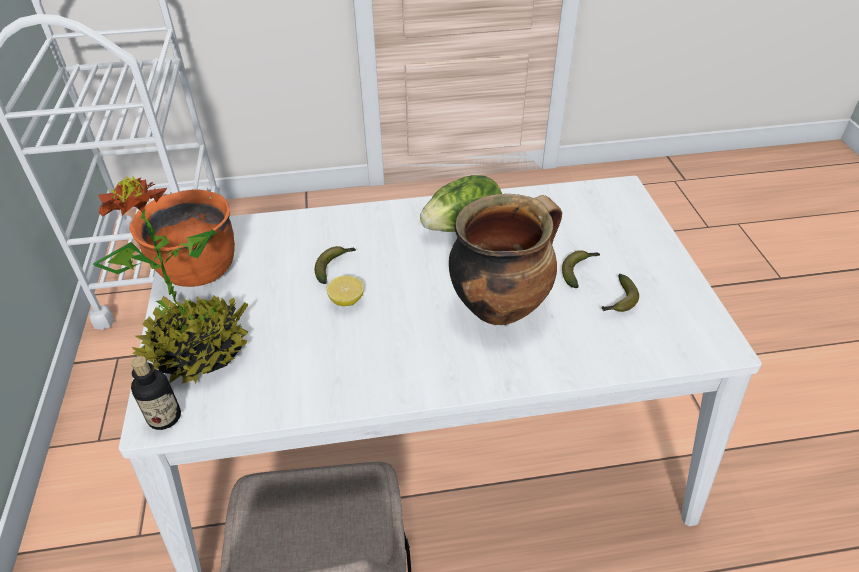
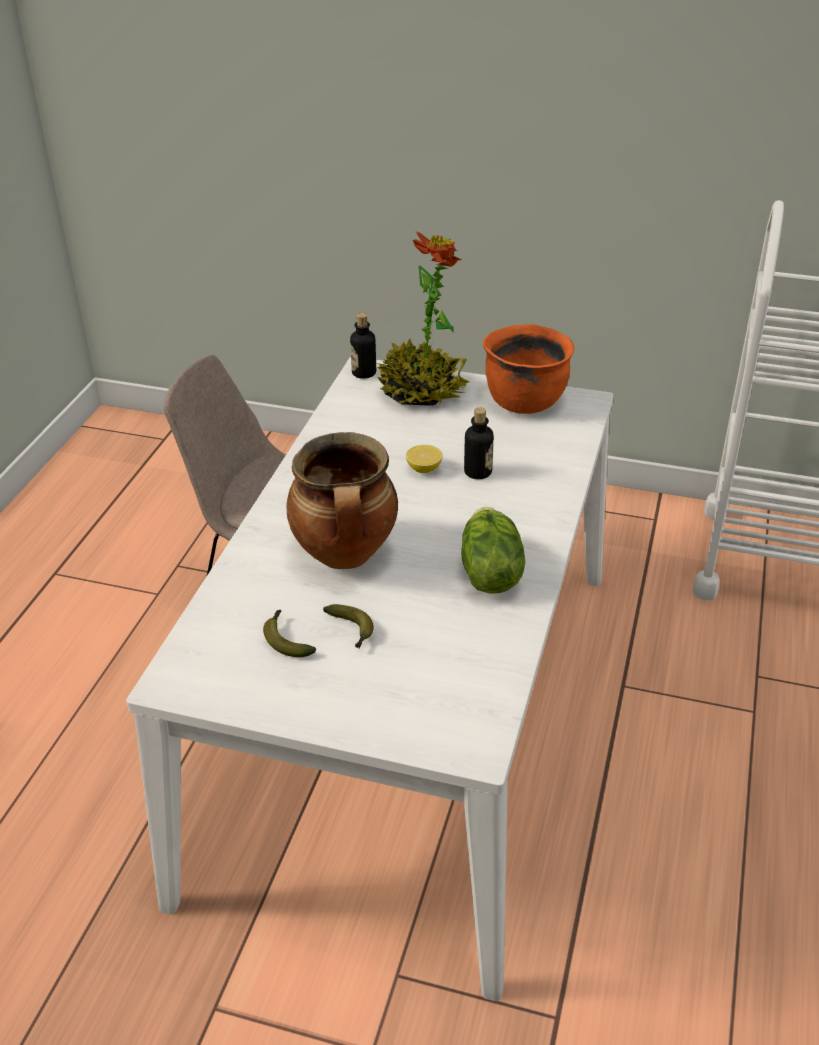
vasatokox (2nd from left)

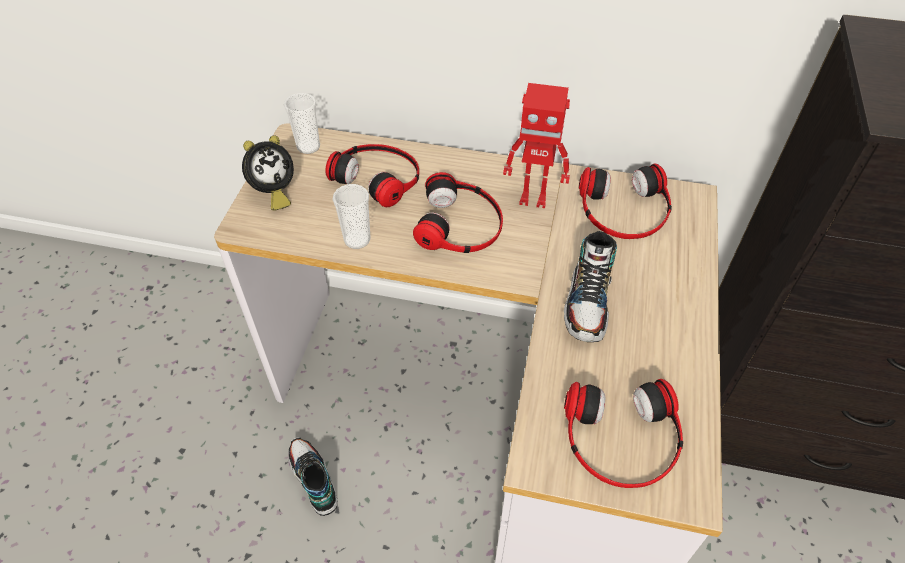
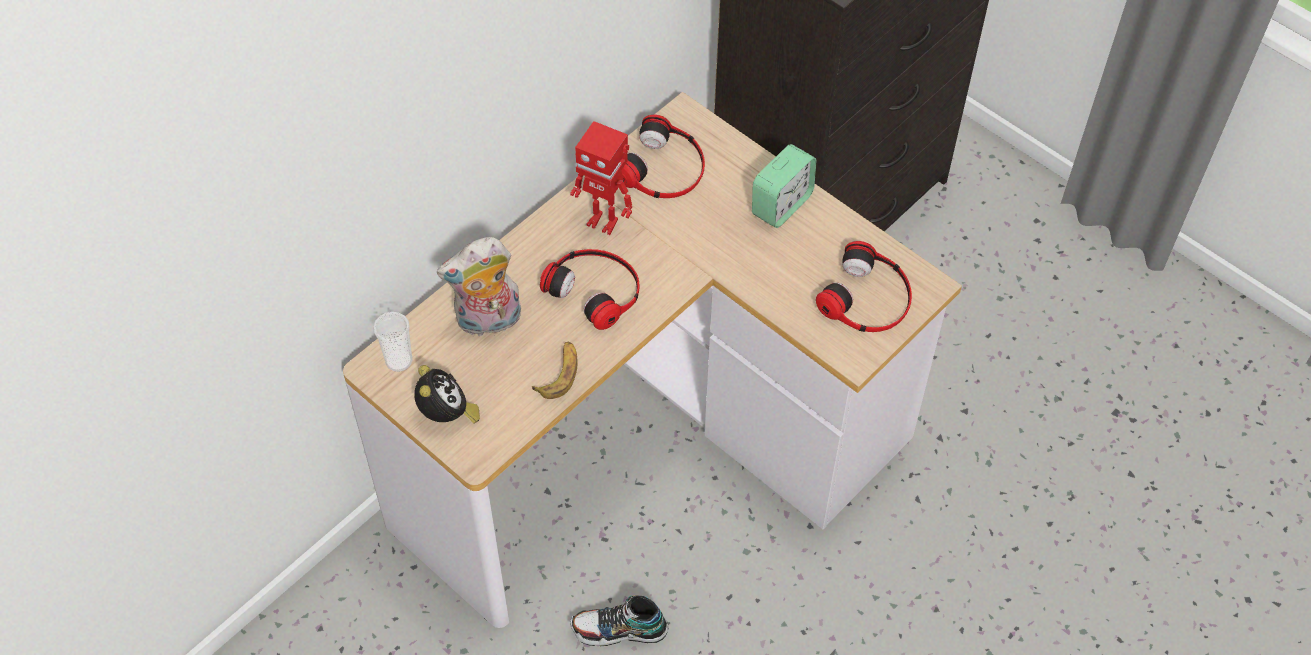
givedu
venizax
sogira
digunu (2nd from left in the first image)
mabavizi (2nd from left)

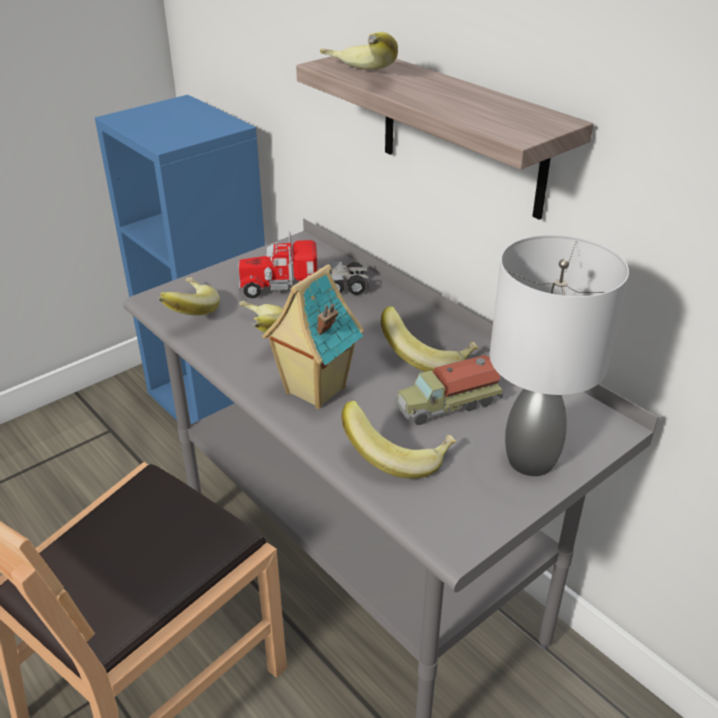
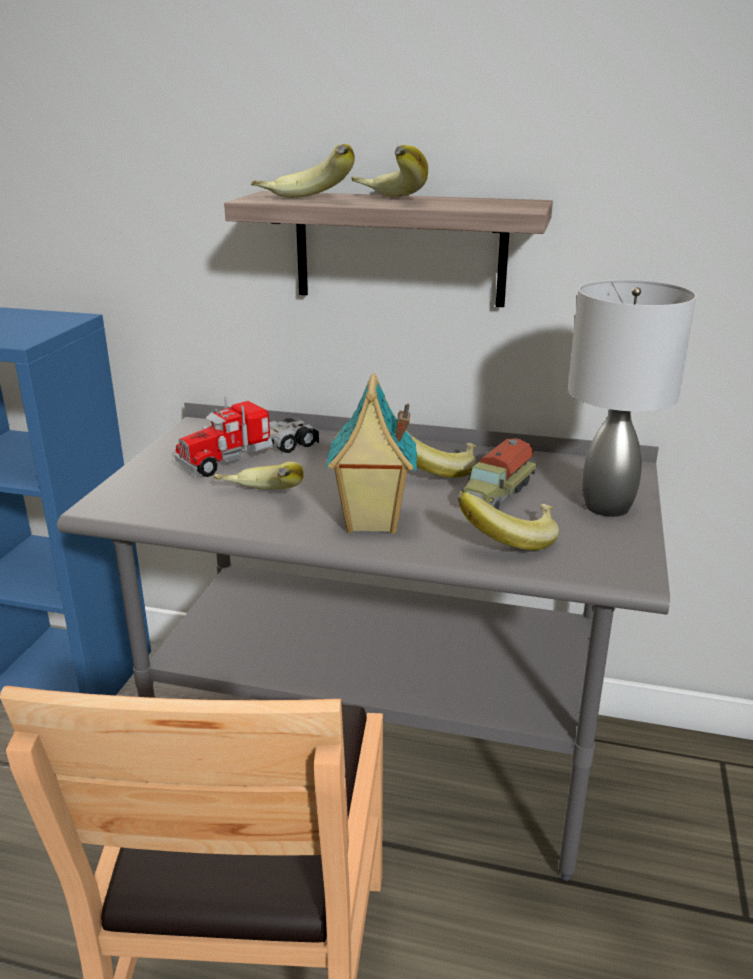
sogira (3rd from left)

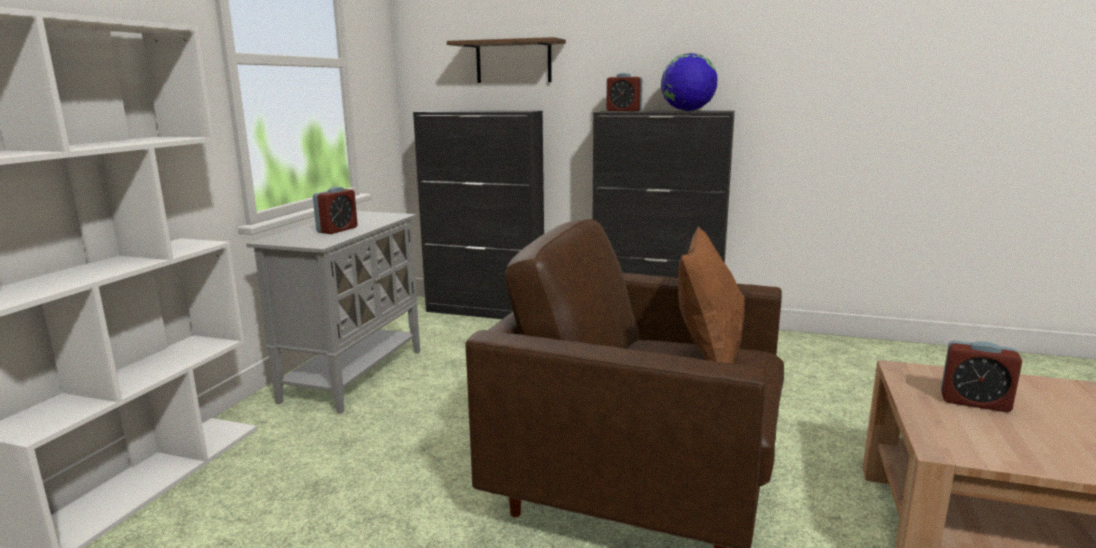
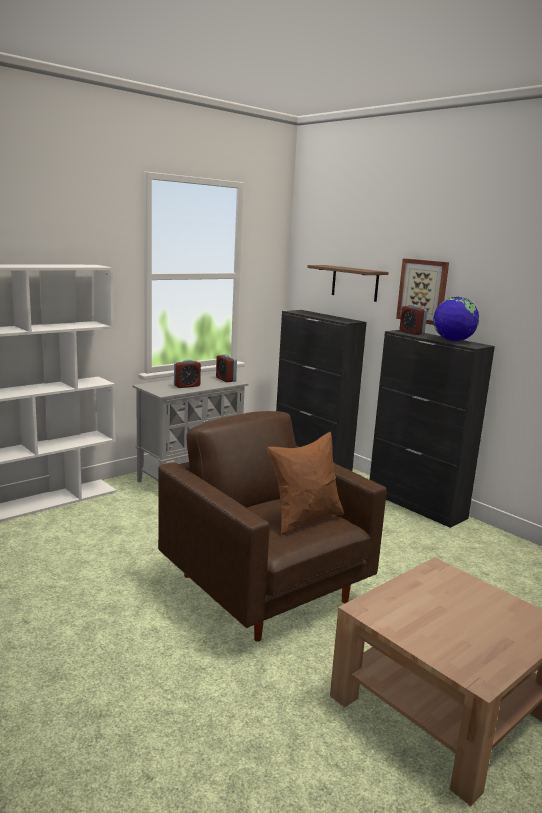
mabavizi (2nd from left)
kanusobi

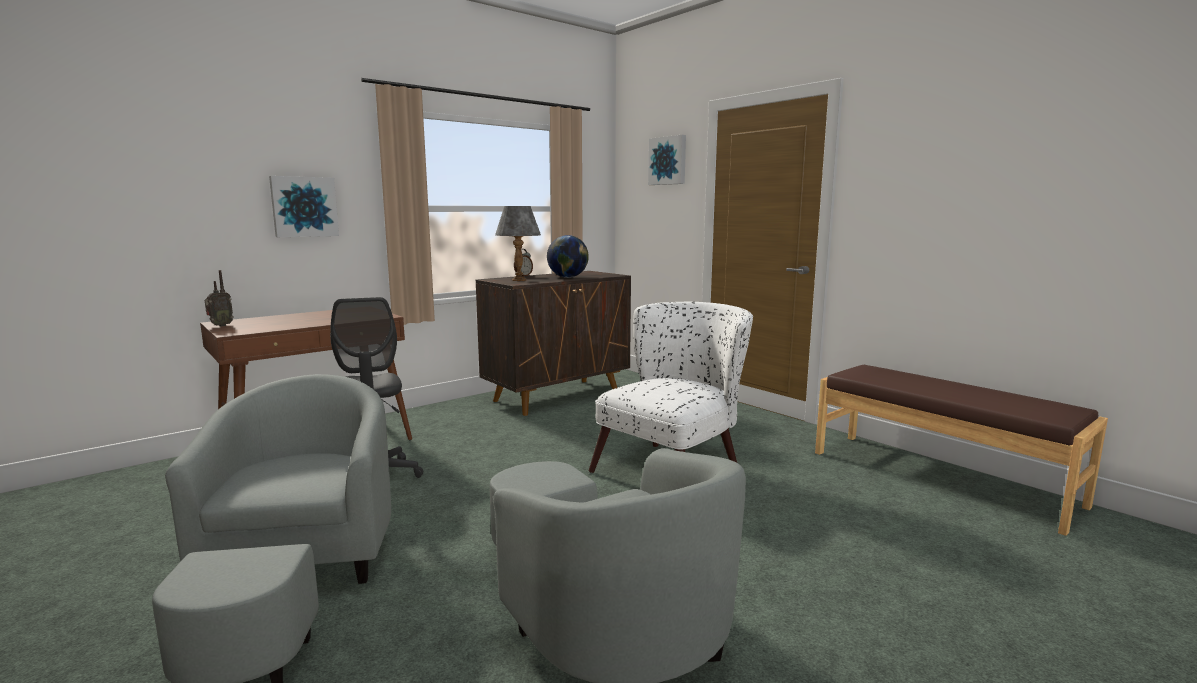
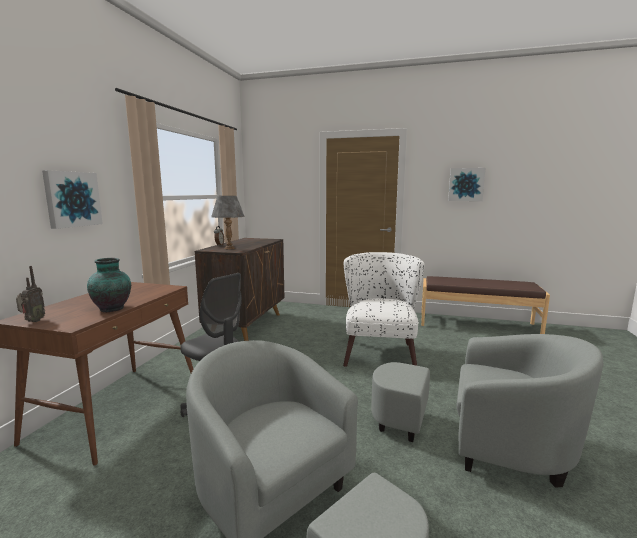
kanusobi (2nd from left)
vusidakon
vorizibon

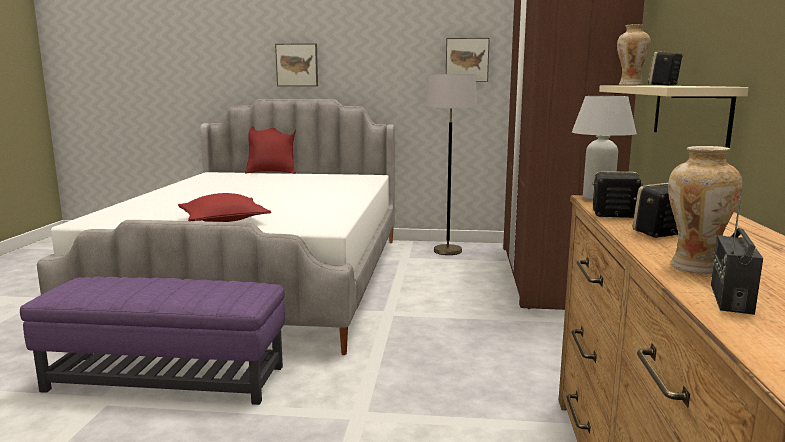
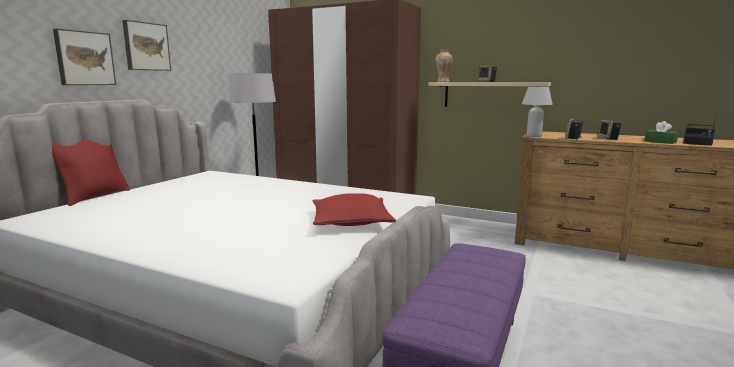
kanusobi (2nd from left)
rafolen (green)

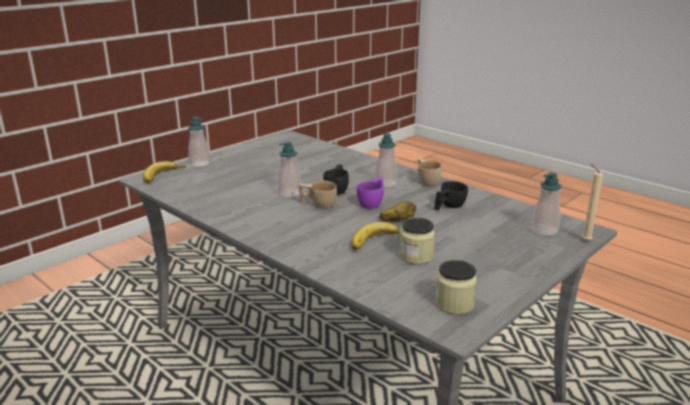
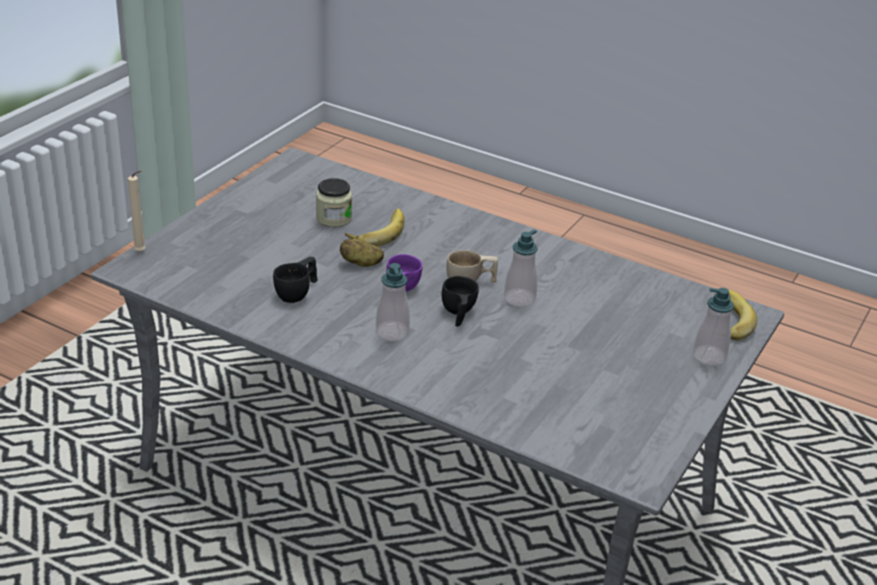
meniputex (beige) (2nd from left in the first image)
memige (4th from left in the first image)
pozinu (2nd from left in the first image)

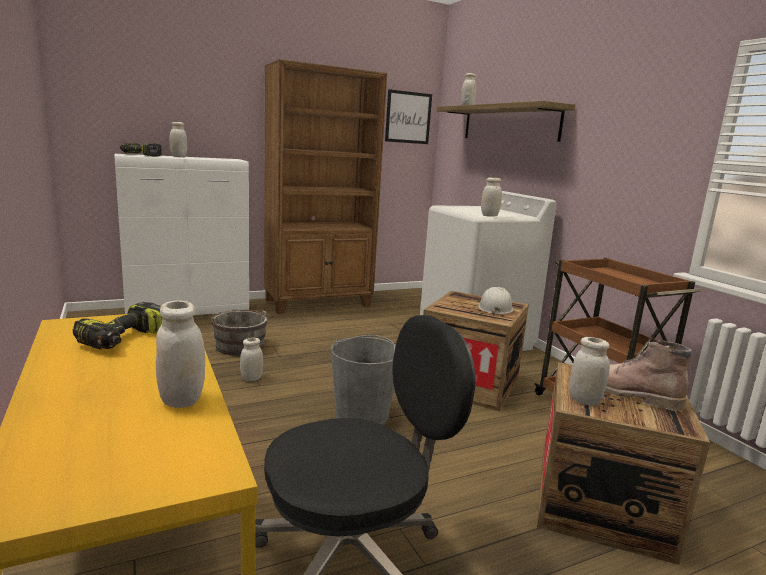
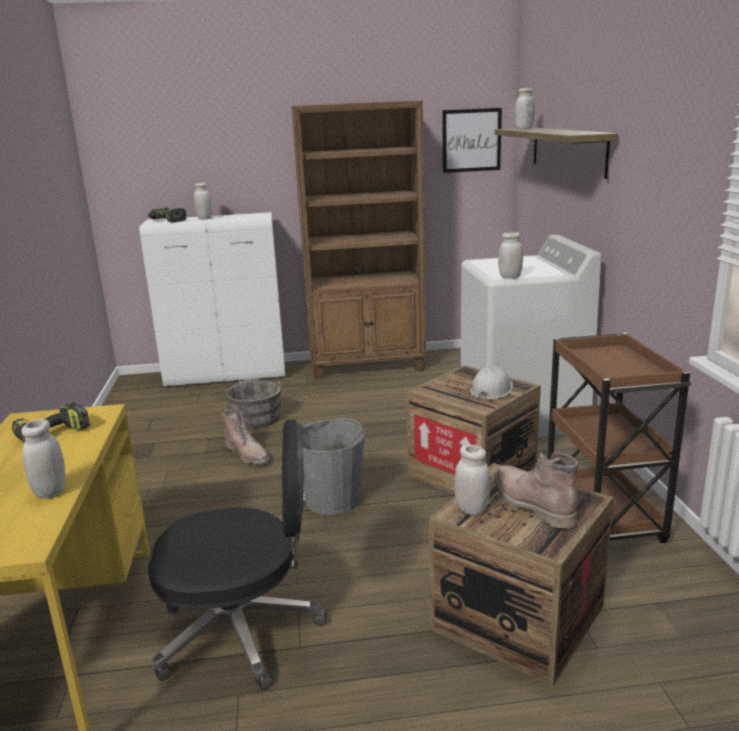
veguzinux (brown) (1st from left)

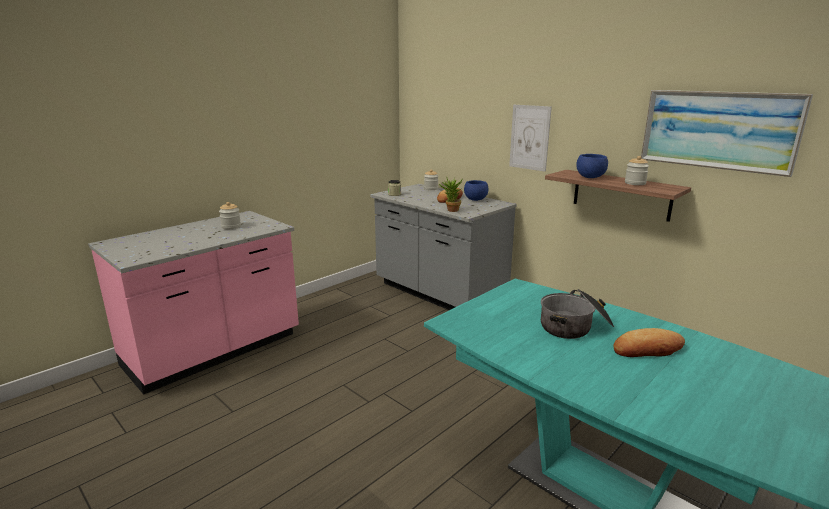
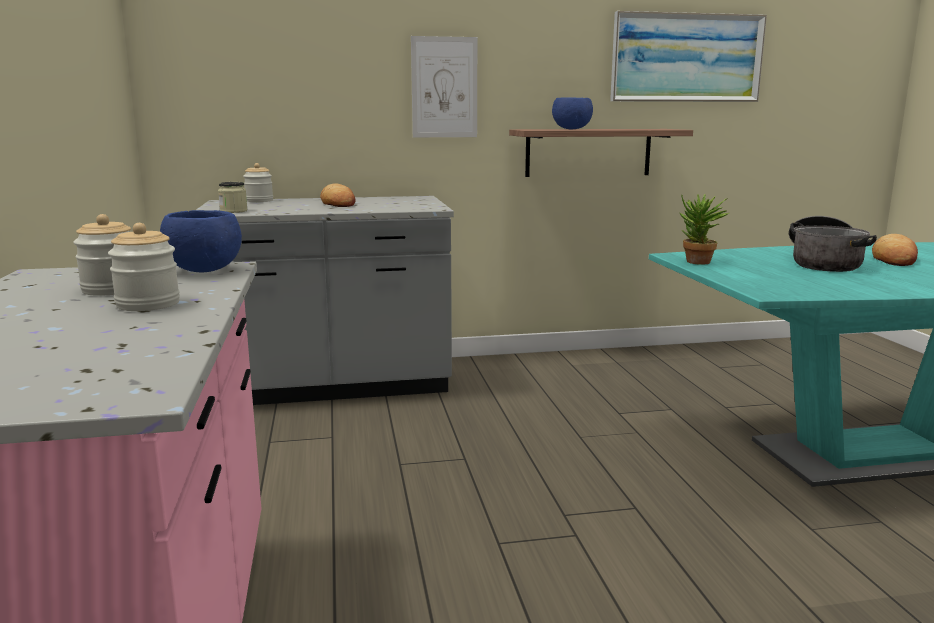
pozinu (2nd from left)
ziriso
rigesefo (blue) (1st from left)

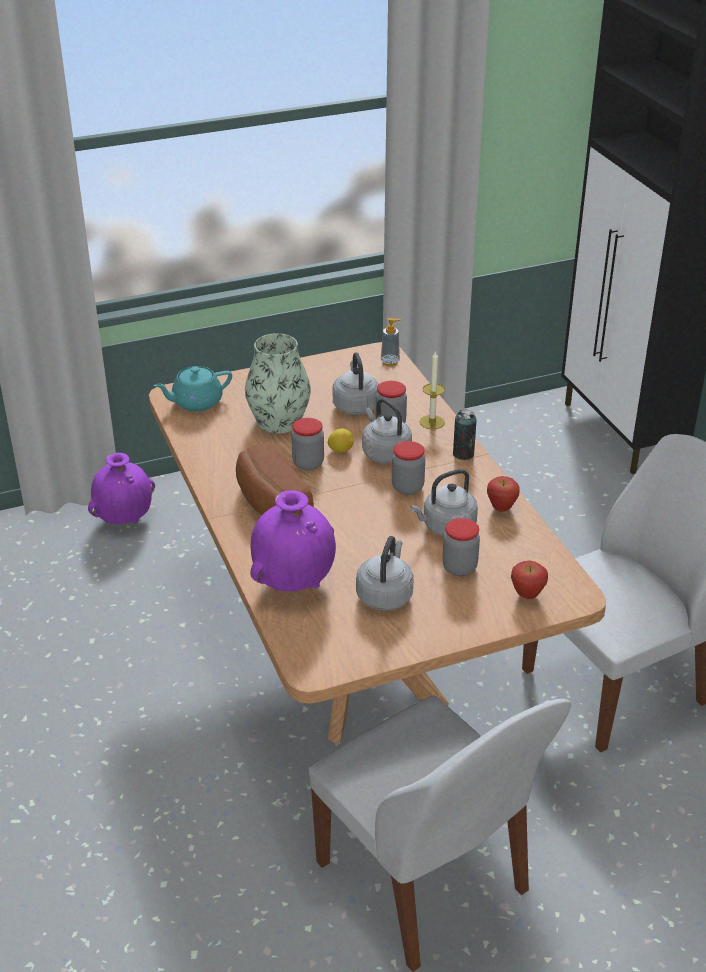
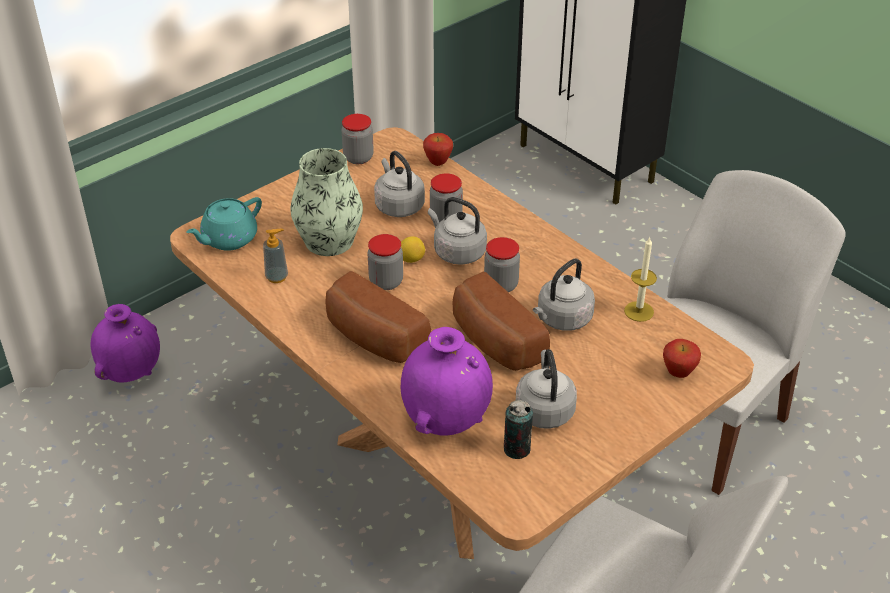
memige
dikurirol
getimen
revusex (1st from left)
pozinu (1st from left)
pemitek (2nd from left)

